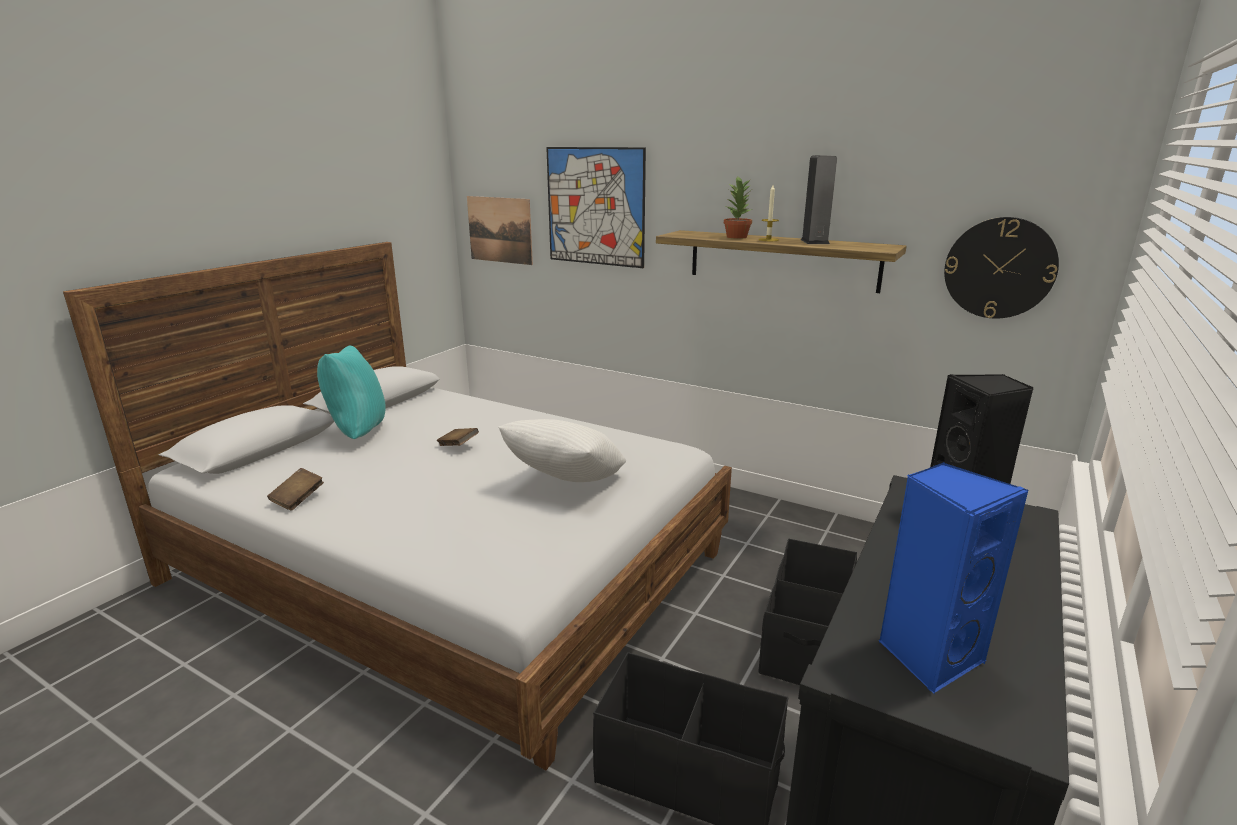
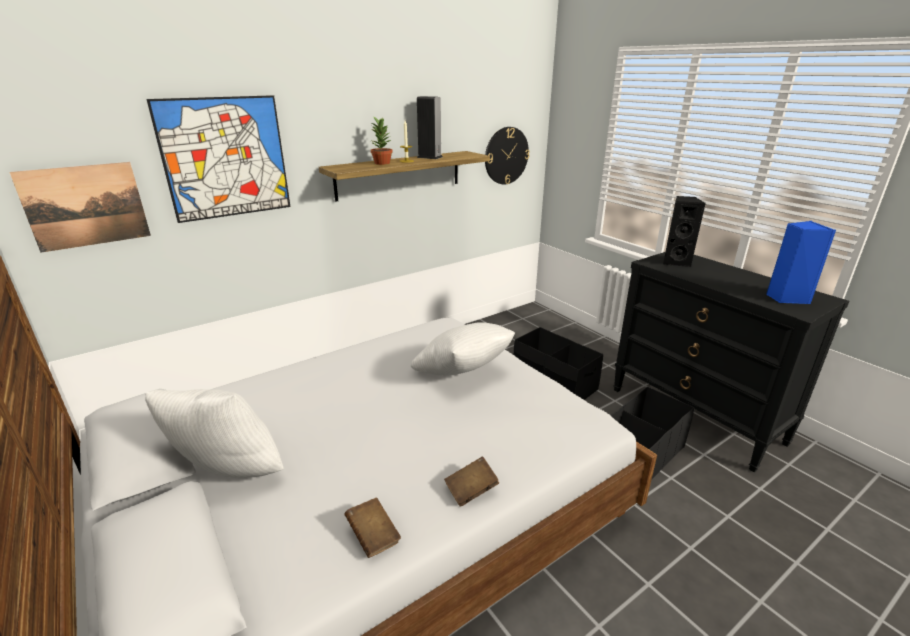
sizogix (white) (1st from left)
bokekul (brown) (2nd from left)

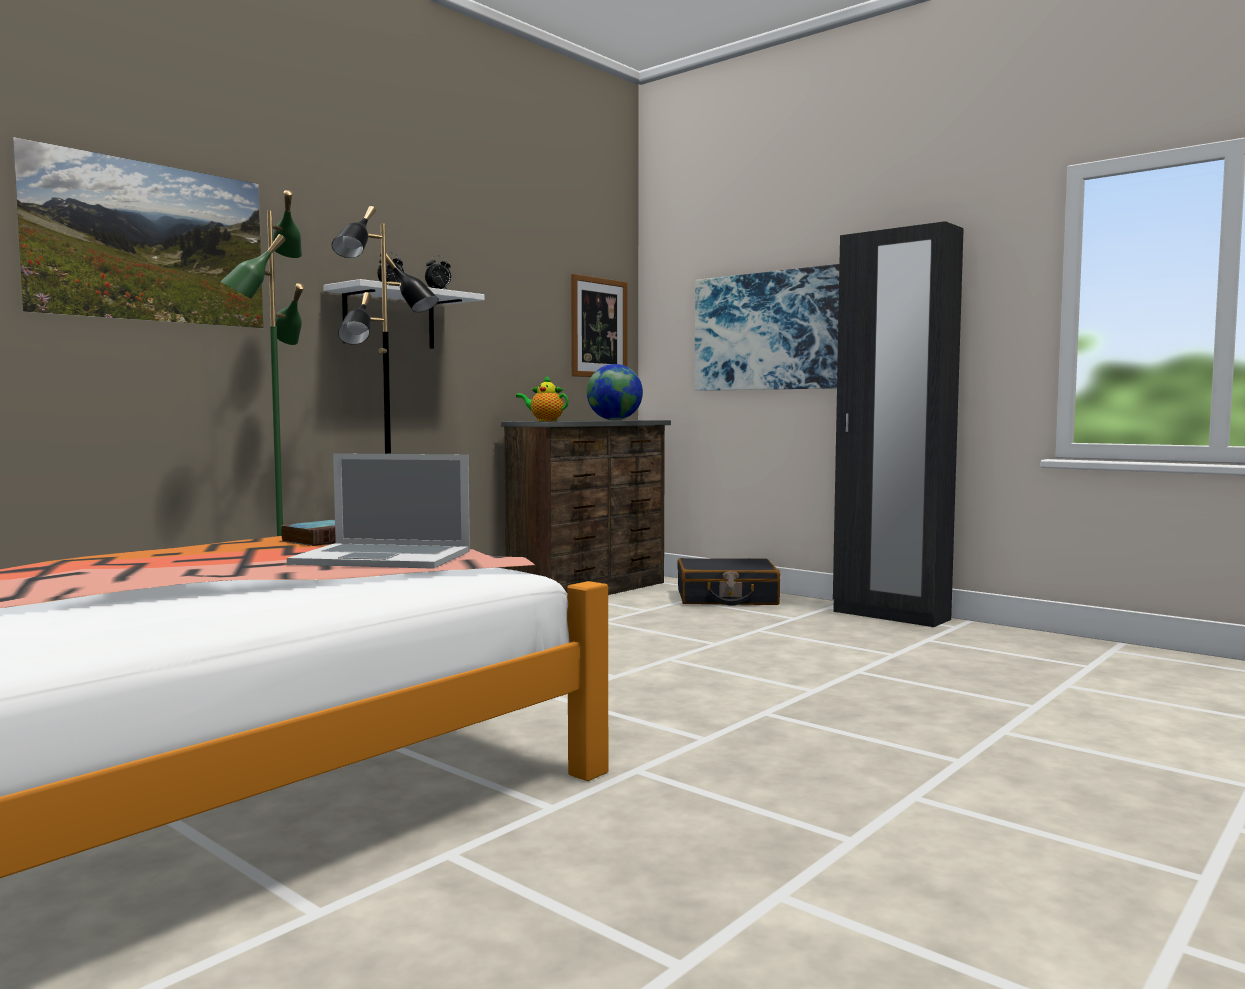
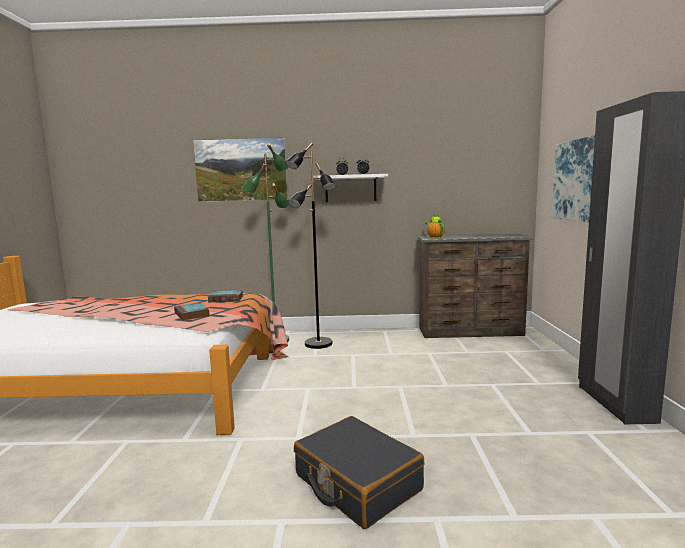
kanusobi (2nd from left in the first image)
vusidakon
bokekul (1st from left)
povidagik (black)

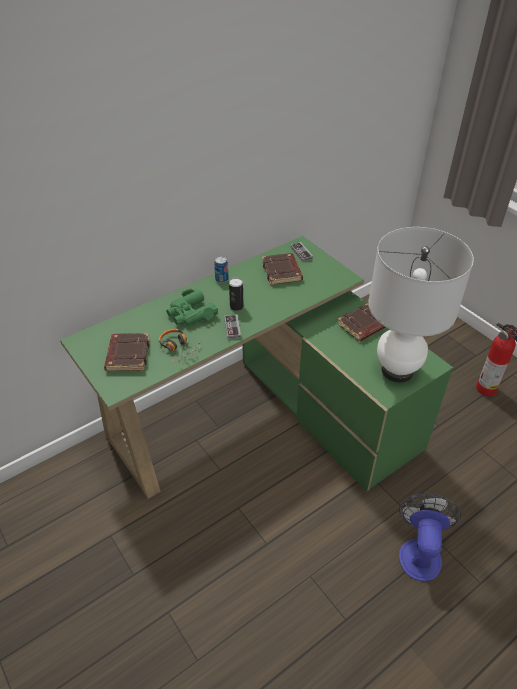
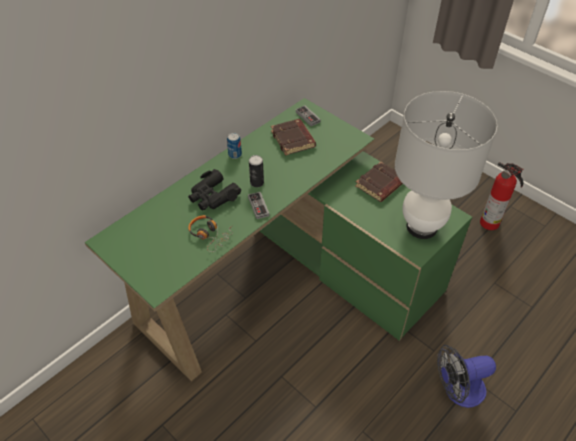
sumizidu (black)
bokekul (brown) (1st from left in the first image)
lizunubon

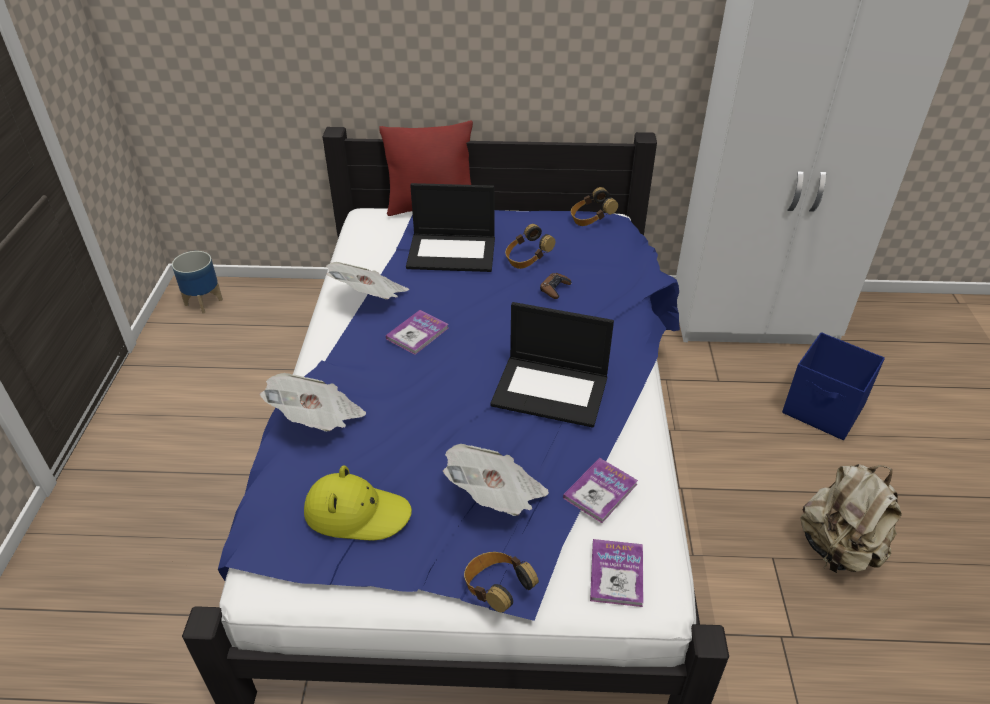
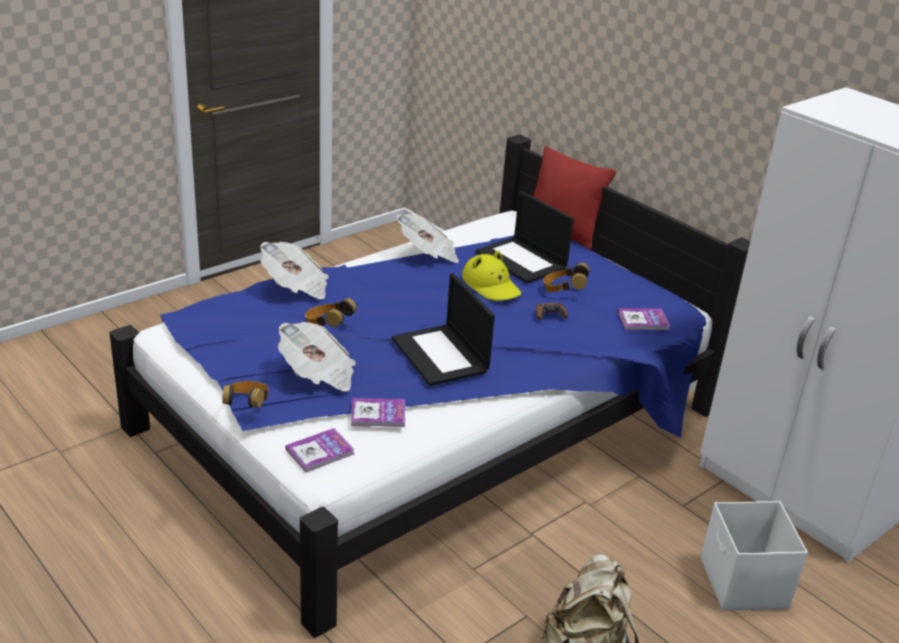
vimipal (2nd from left)
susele
bokekul (3rd from left)
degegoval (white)
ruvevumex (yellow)

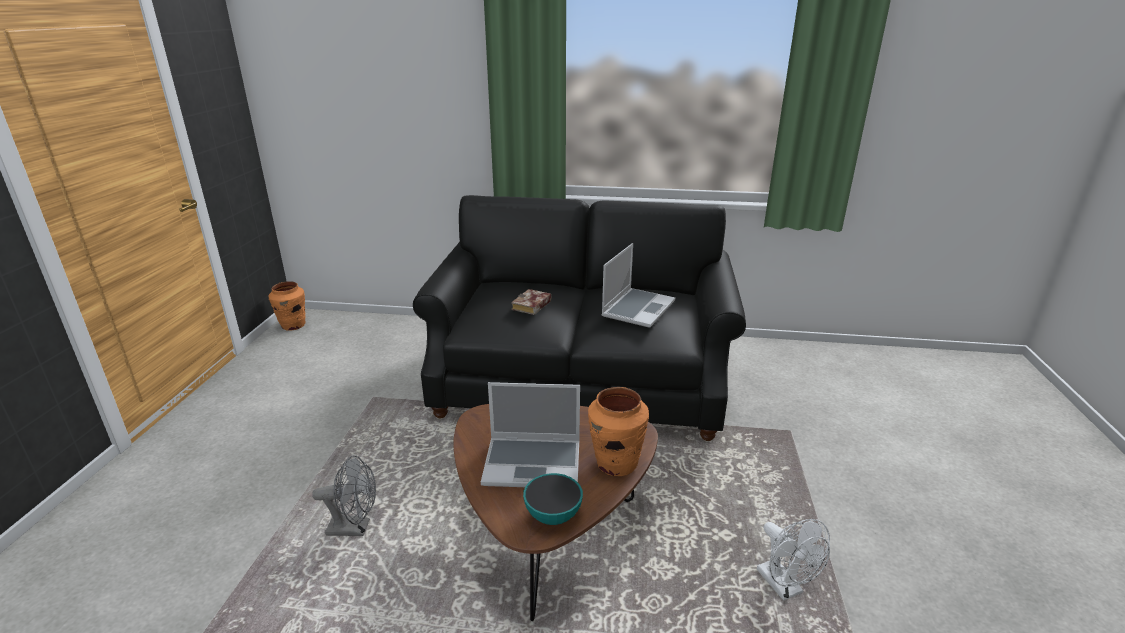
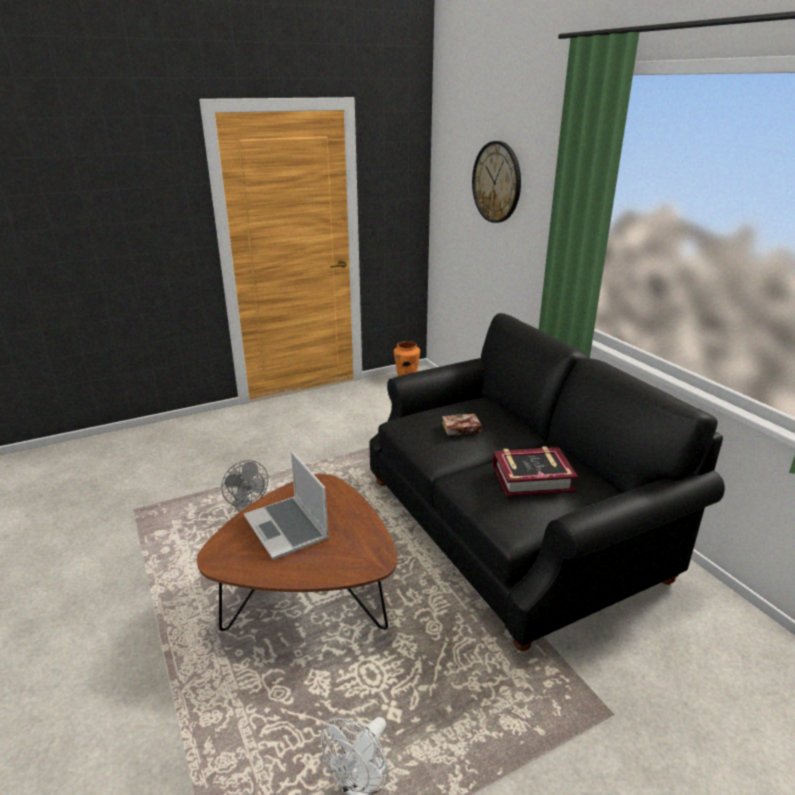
bokekul (2nd from left)
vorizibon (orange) (2nd from left in the first image)
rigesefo
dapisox

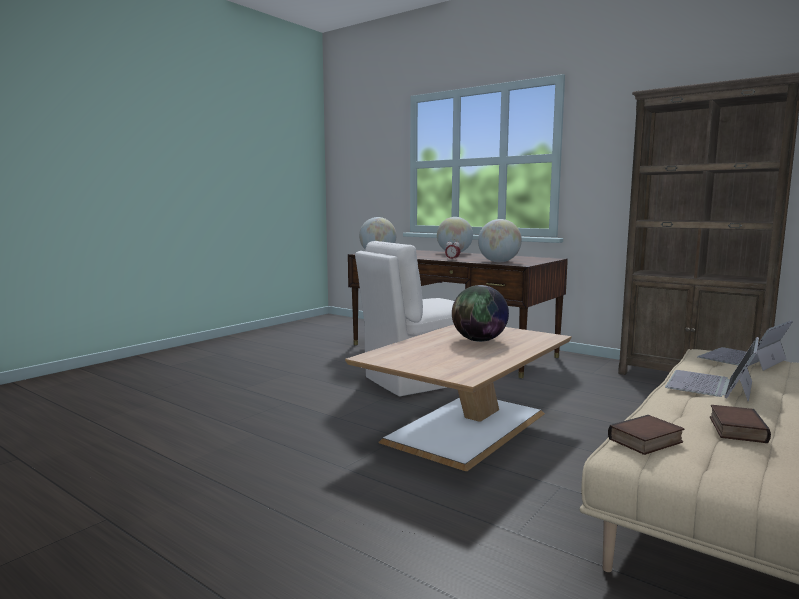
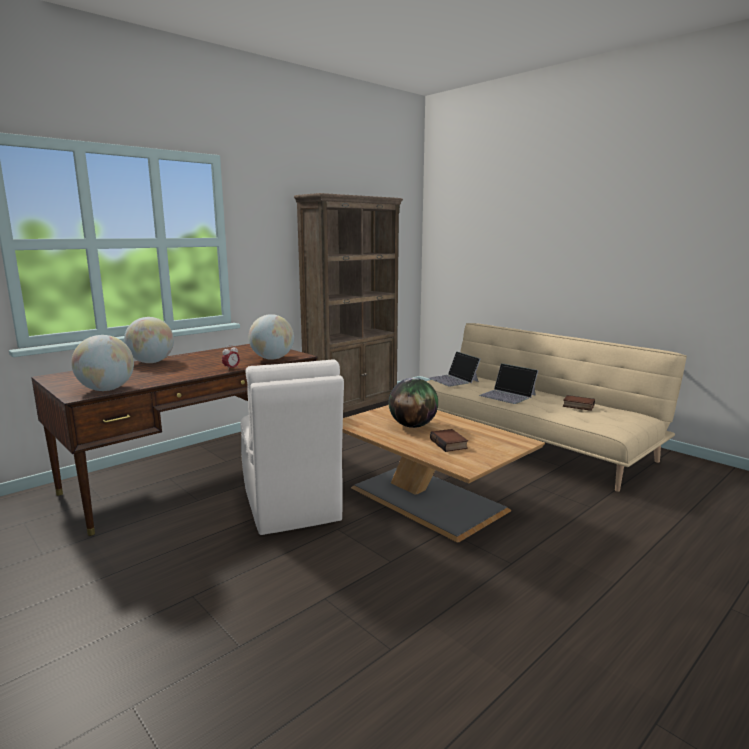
bokekul (1st from left)

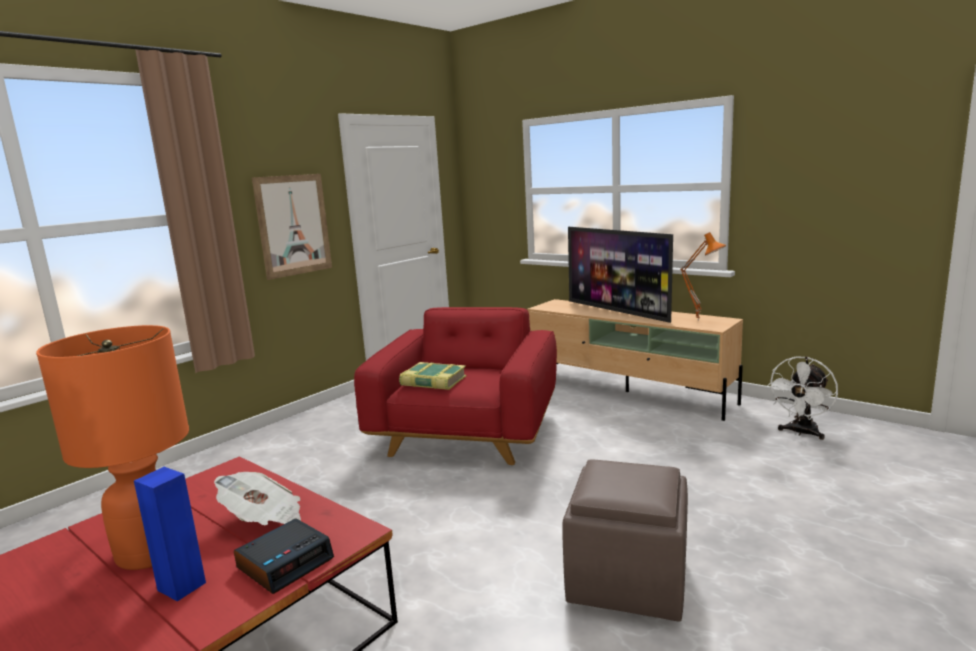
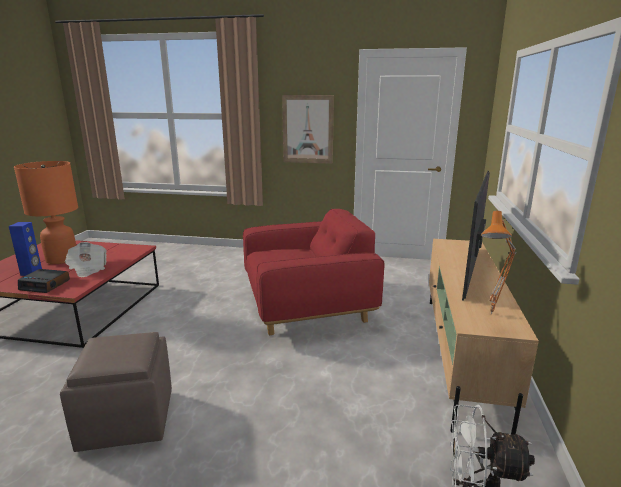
bokekul

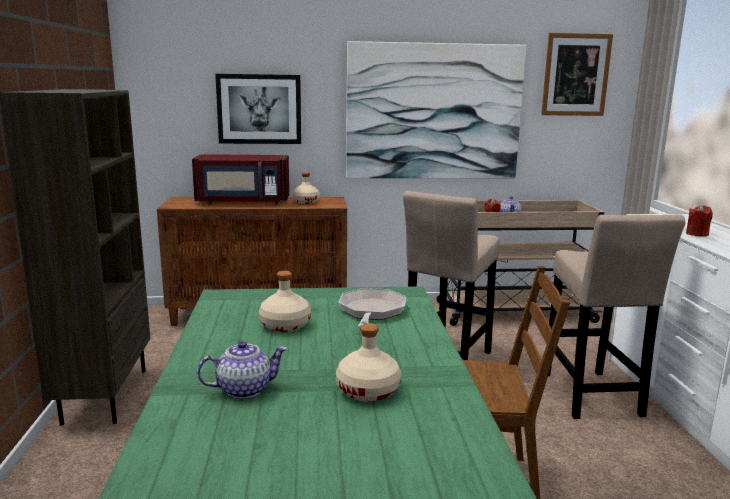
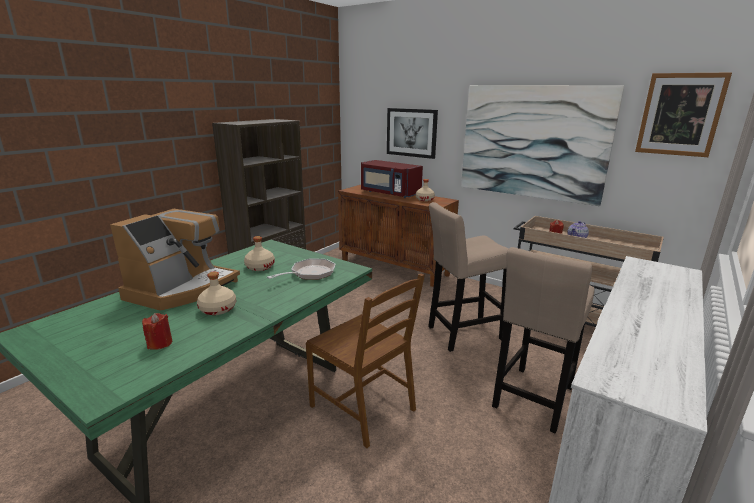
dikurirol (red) (1st from left)
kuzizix

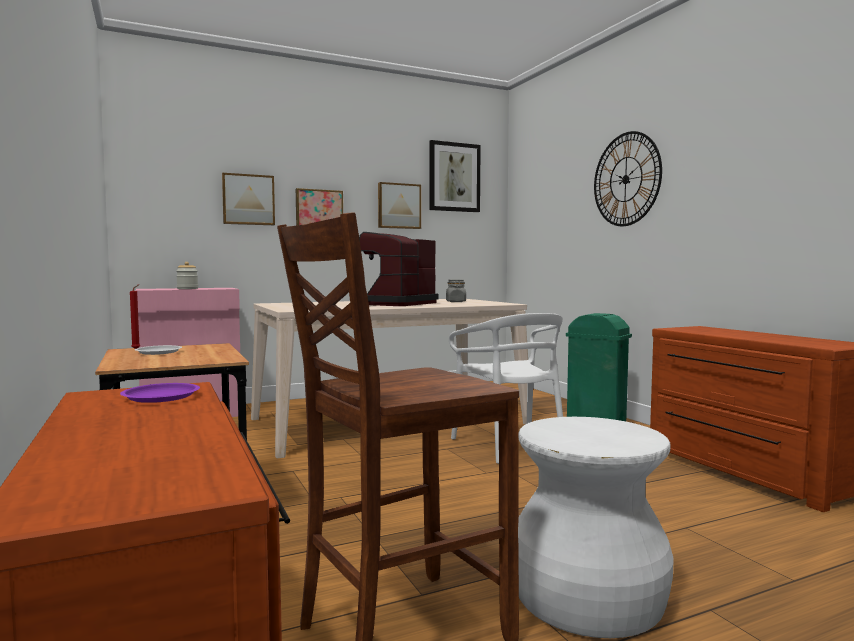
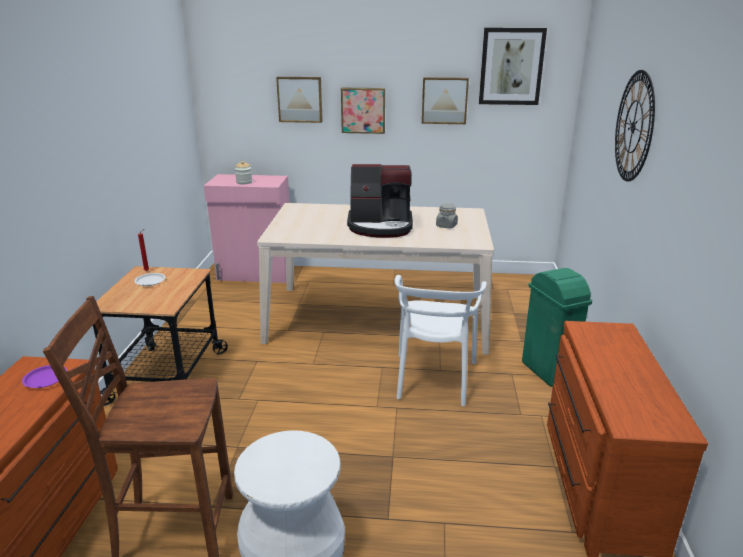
kuzizix

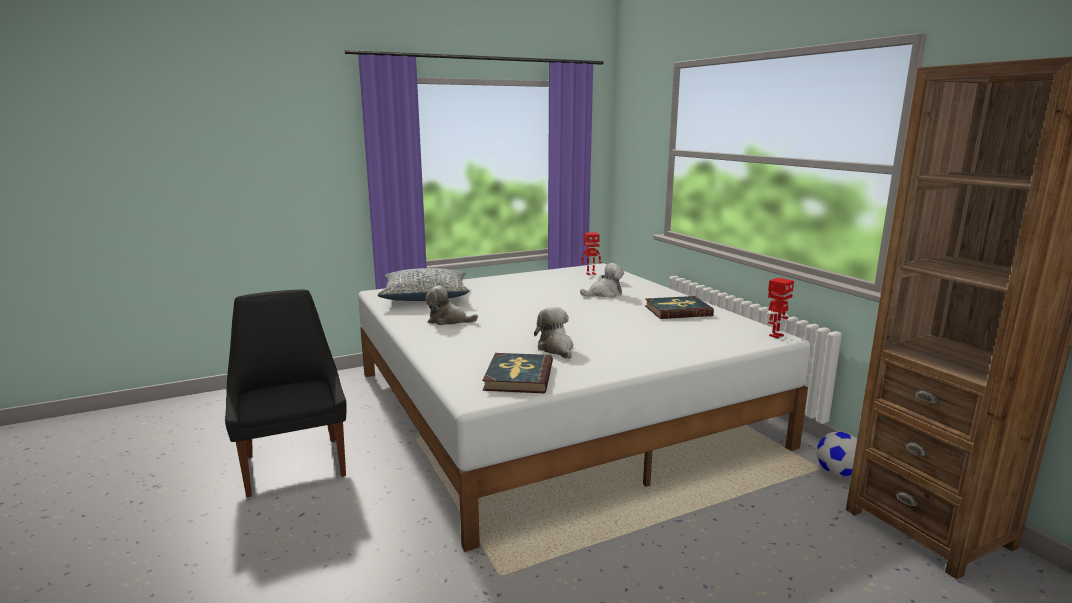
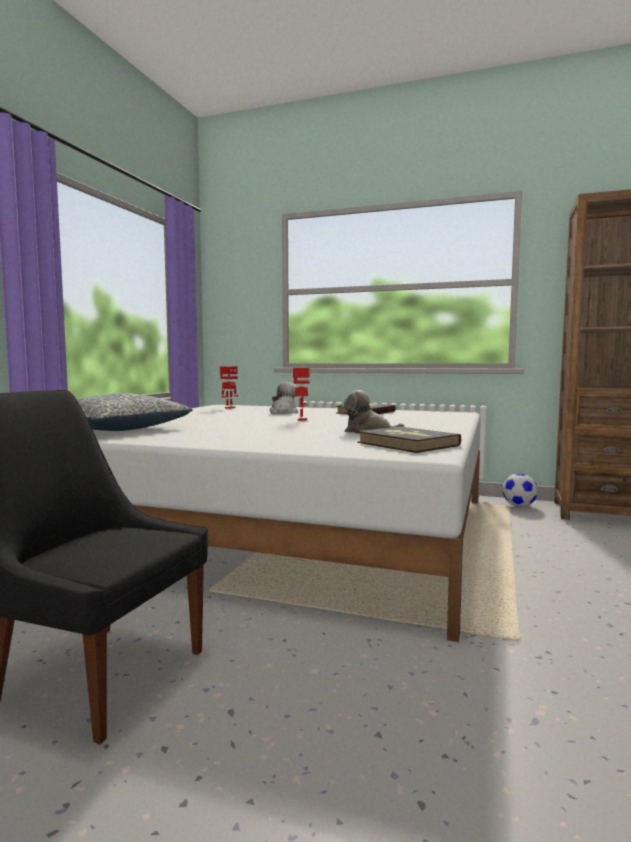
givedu (2nd from left)
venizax (1st from left in the first image)

